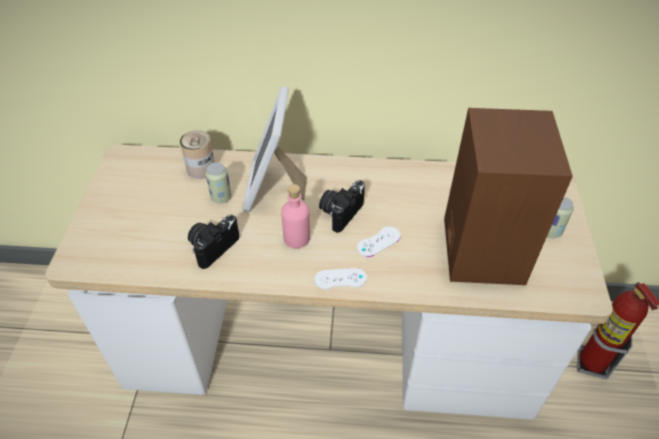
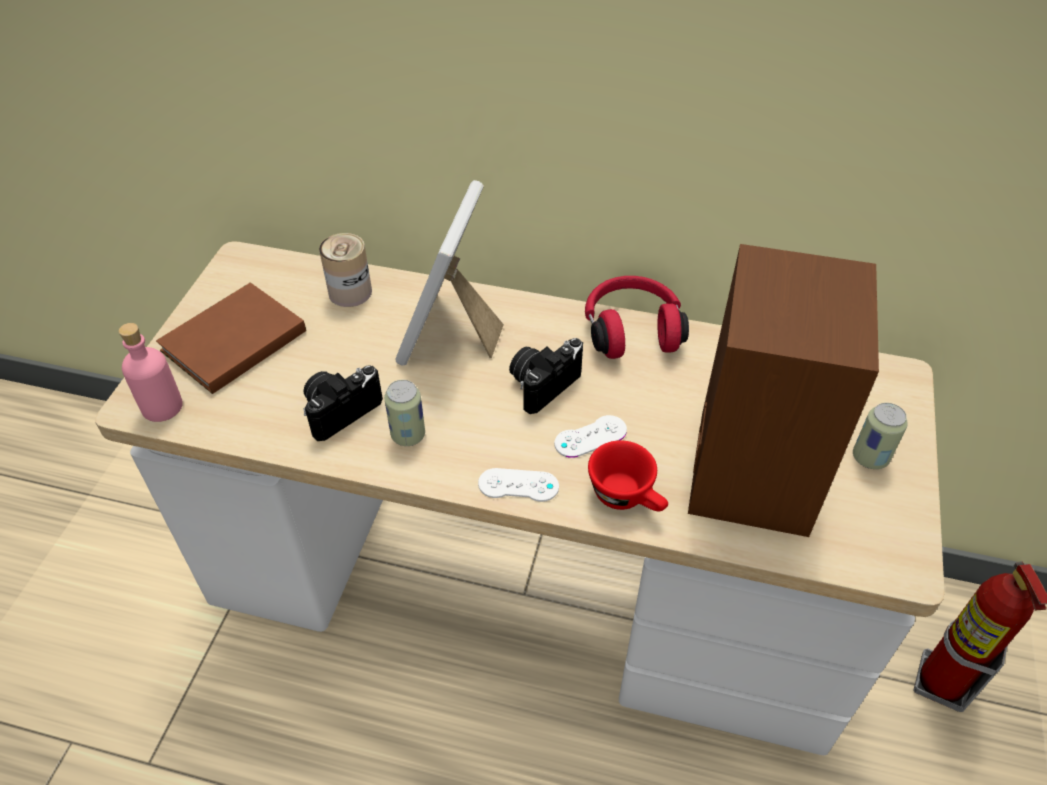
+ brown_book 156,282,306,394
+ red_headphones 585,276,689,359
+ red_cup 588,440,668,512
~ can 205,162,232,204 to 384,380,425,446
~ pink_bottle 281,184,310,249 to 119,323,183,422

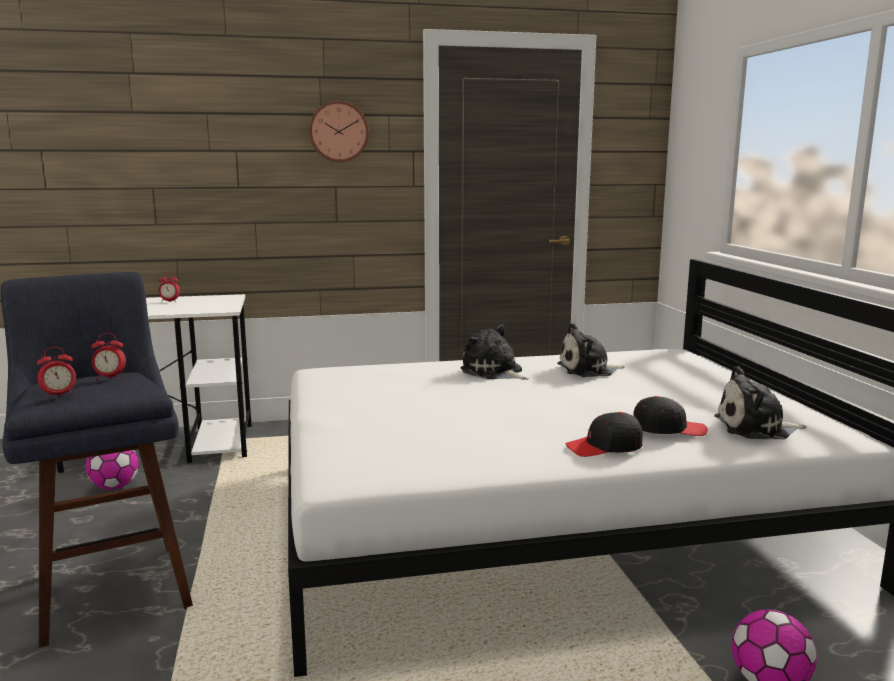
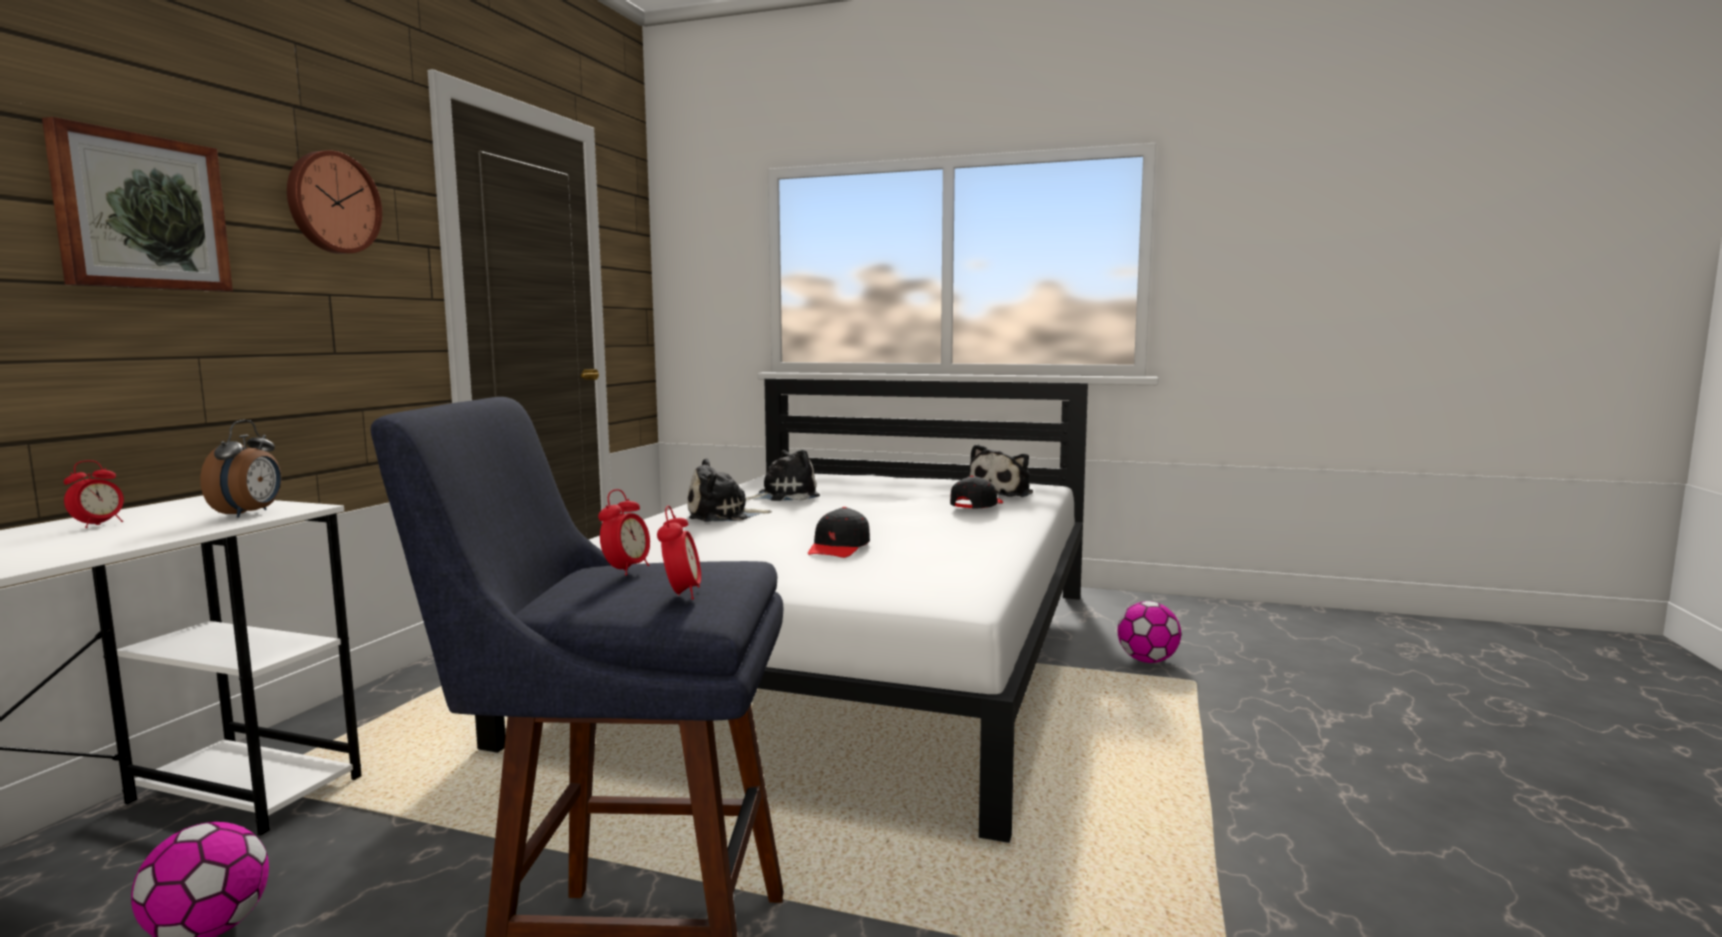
+ picture 42,117,233,291
+ alarm_clock 200,420,281,518
~ black_cap 566,412,643,457 to 808,507,870,558
~ plush_toy 557,323,625,377 = 746,450,820,501 135 degrees counterclockwise

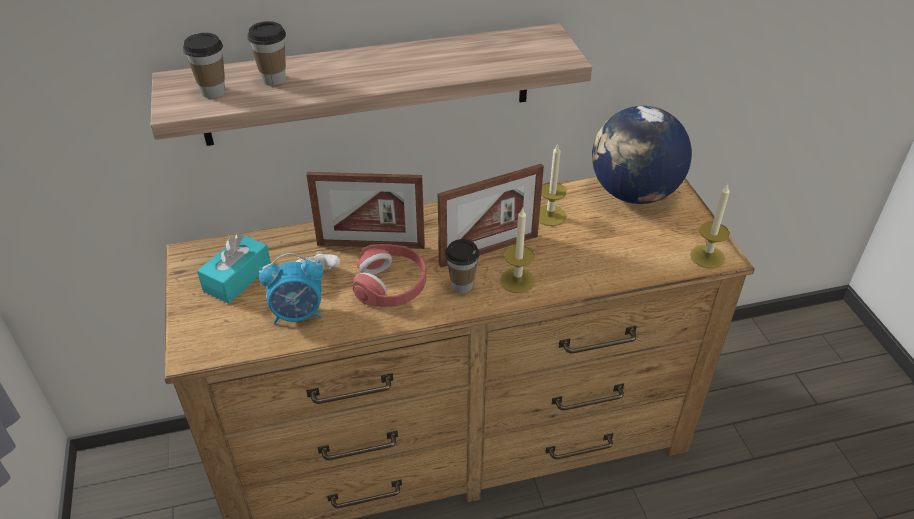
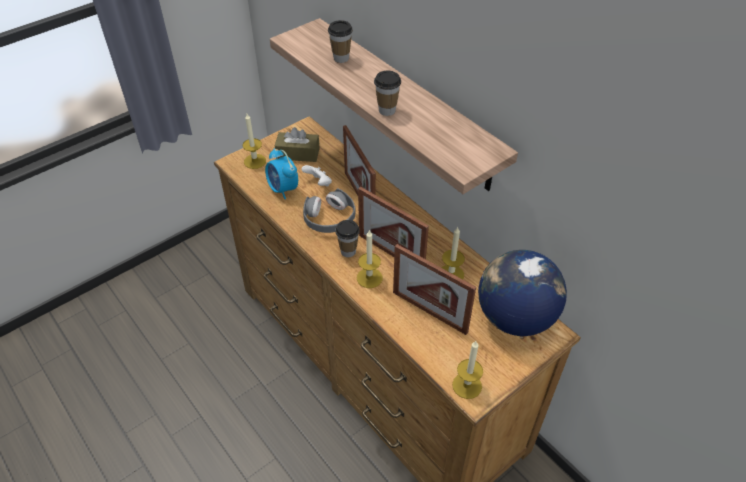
+ candle 243,114,266,169
+ picture_frame 393,244,476,335
~ cup 183,33,225,98 to 374,71,401,116
~ turquoise_tissue_box 197,233,271,303 to brown_tissue_box 275,127,320,162
~ red_headphones 352,244,426,307 to grey_headphones 303,188,356,233

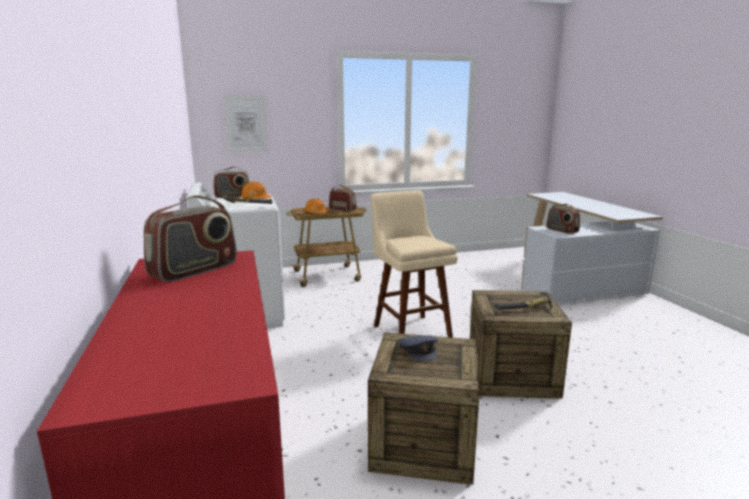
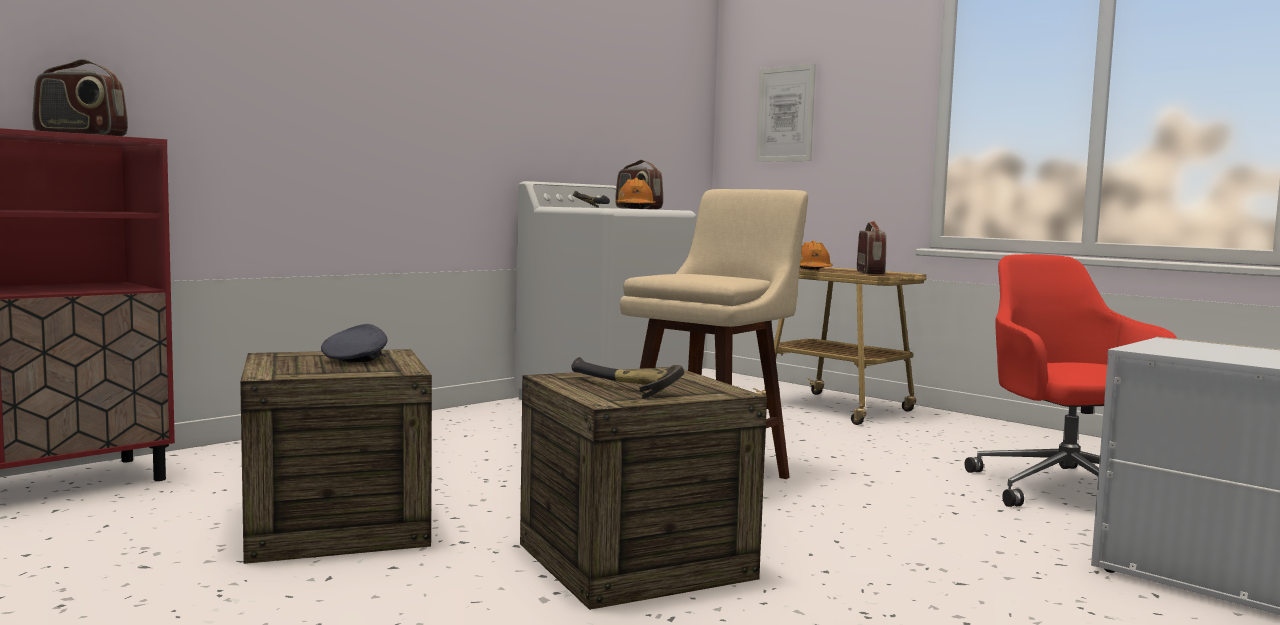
- radio 547,204,580,234
+ red_office_chair 965,254,1177,507
~ grey_cap 399,335,438,361 = 321,324,387,363 150 degrees clockwise

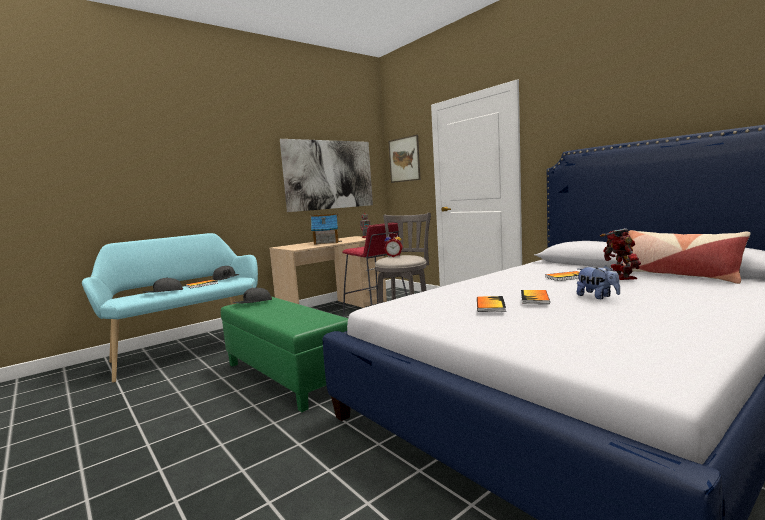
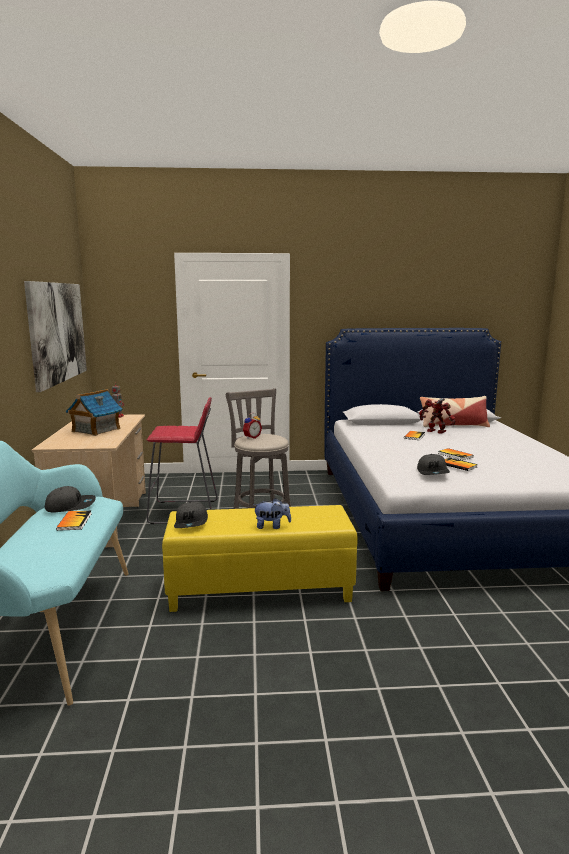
- picture 388,135,421,183
~ grey_cap 144,277,183,293 to 417,454,450,475
~ plush_toy 577,266,620,299 to 253,498,291,529
~ green_ottoman 221,296,348,412 to yellow_ottoman 162,505,358,612

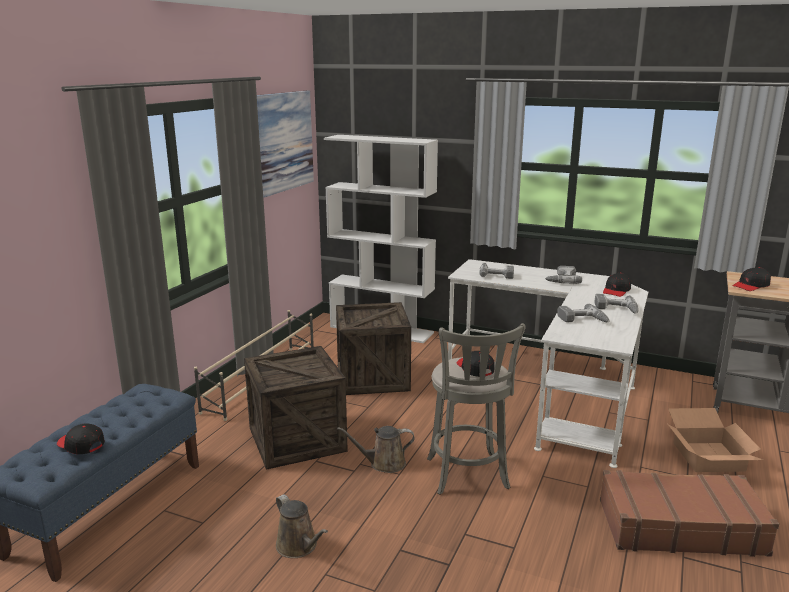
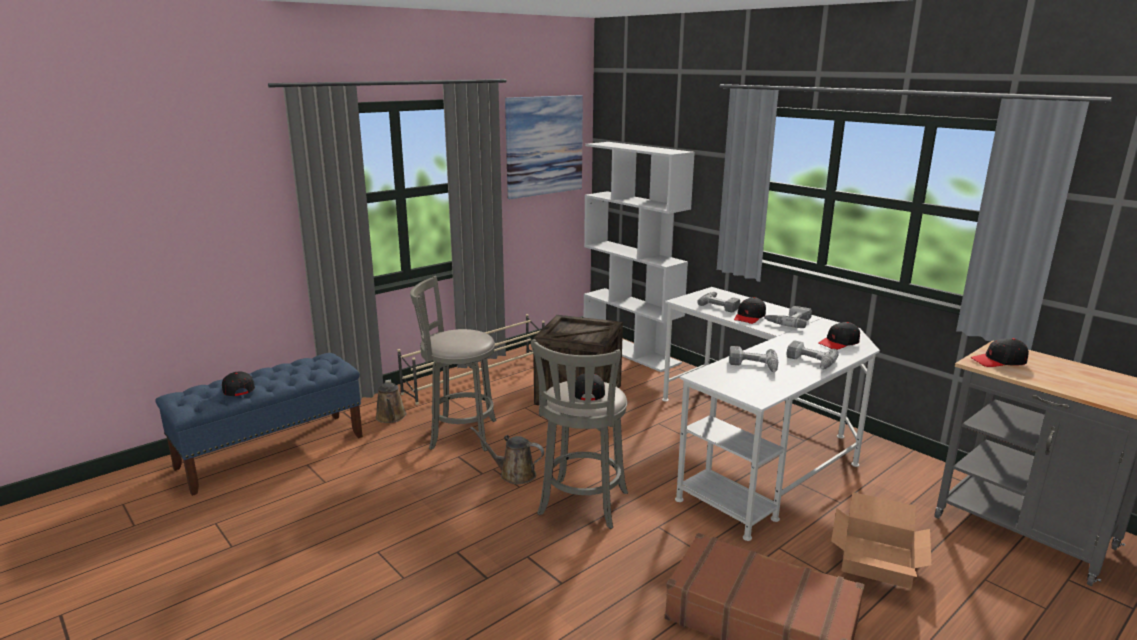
+ black_cap 734,297,766,324
~ brown_watering_can 276,494,328,558 to 375,379,407,423
~ crate 244,346,348,470 to grey_stool 410,276,497,451

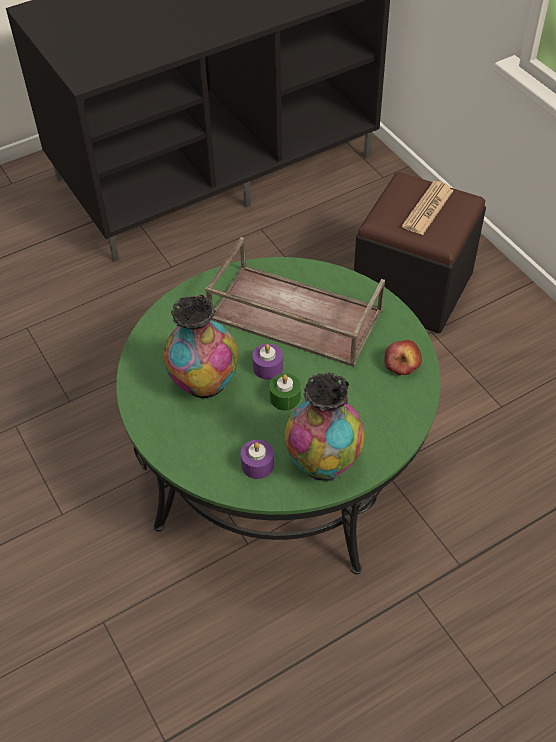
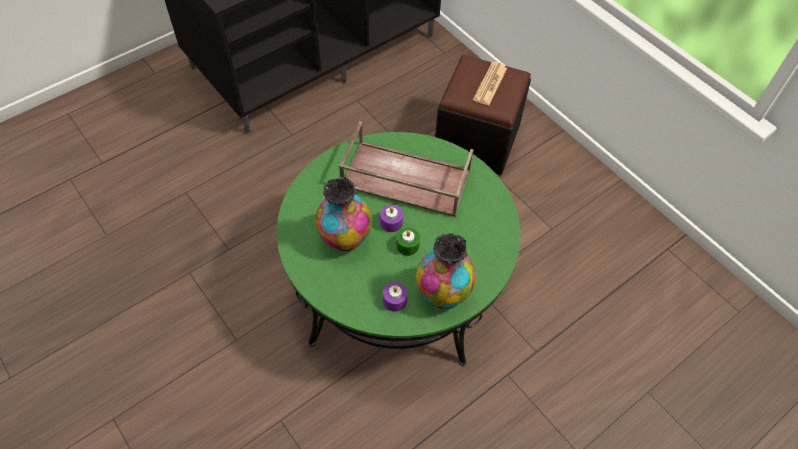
- apple 384,340,422,375

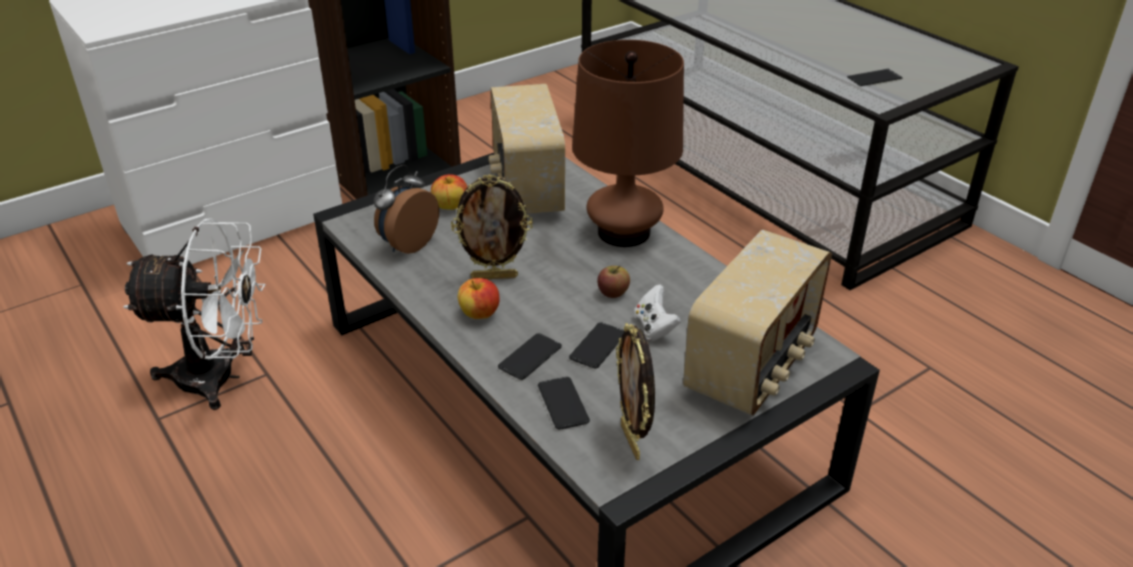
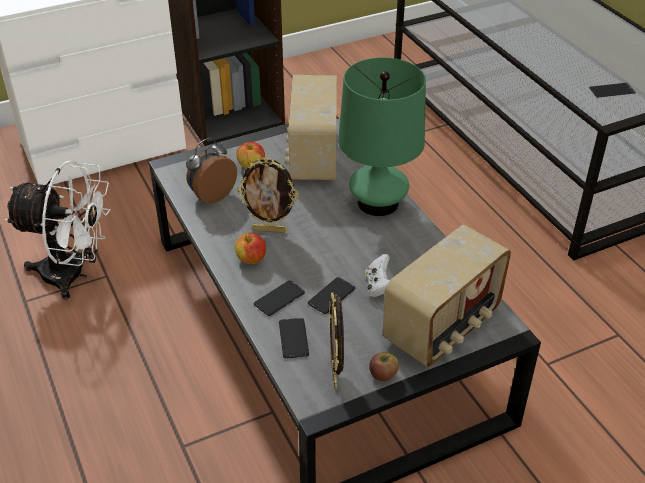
~ apple 597,266,630,298 to 369,352,399,381
~ brown_table_lamp 572,40,684,247 to green_table_lamp 338,58,426,216

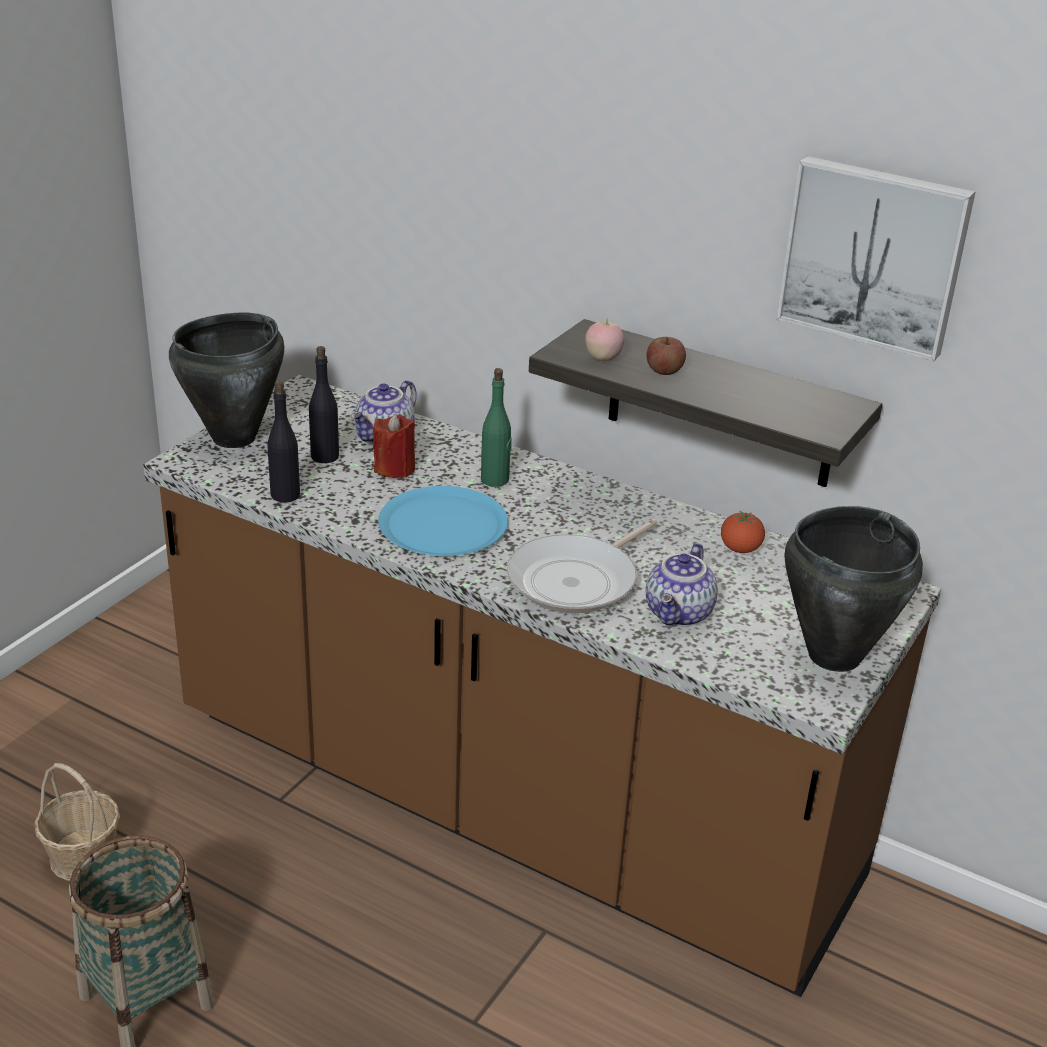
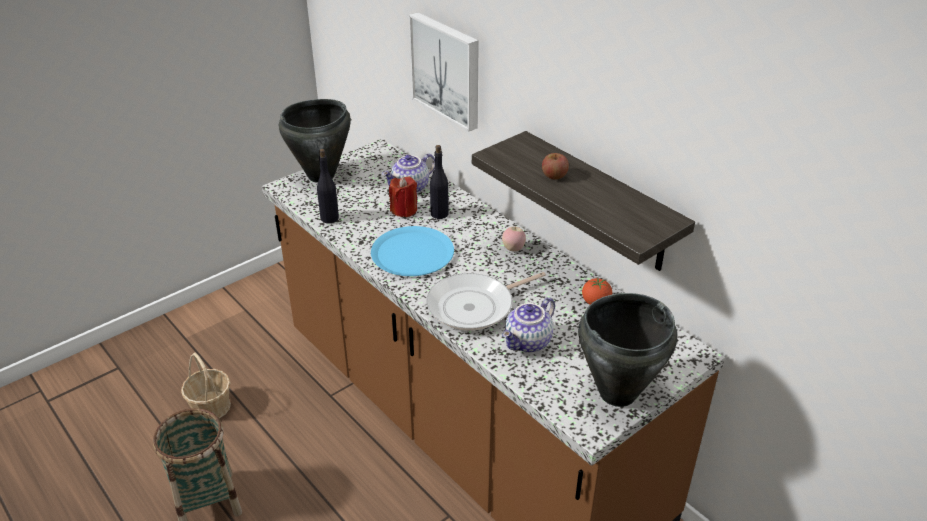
- green_bottle 481,368,512,487
~ black_bottle 309,346,339,463 to 430,145,449,219
~ apple 585,318,624,361 to 502,226,526,251
~ picture 776,156,976,361 to 409,12,479,131

